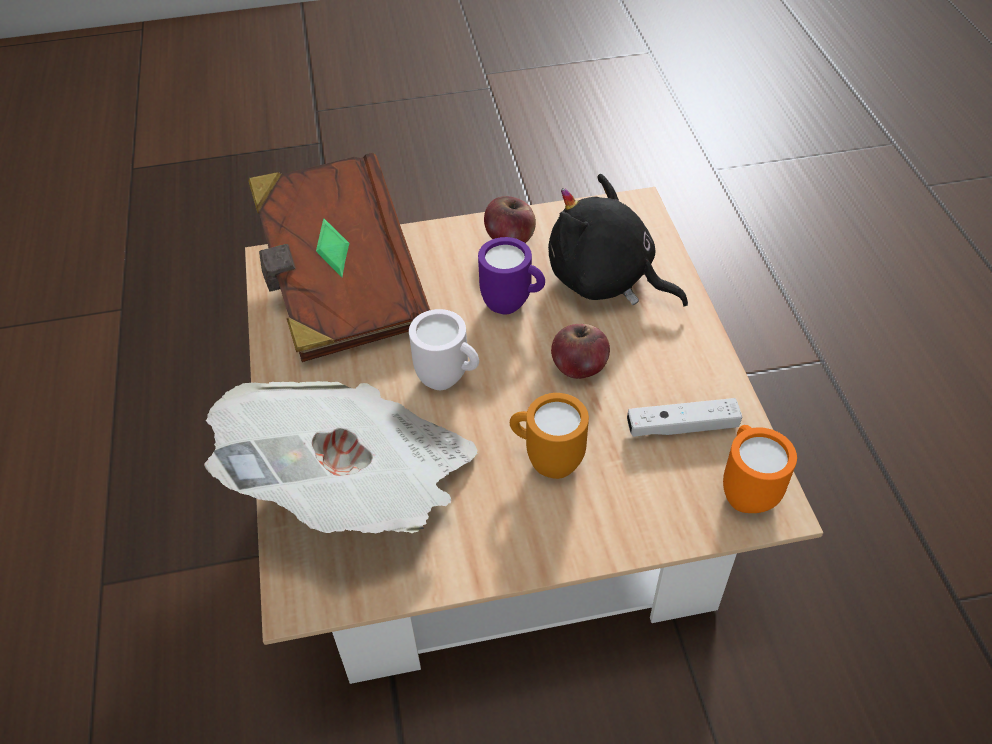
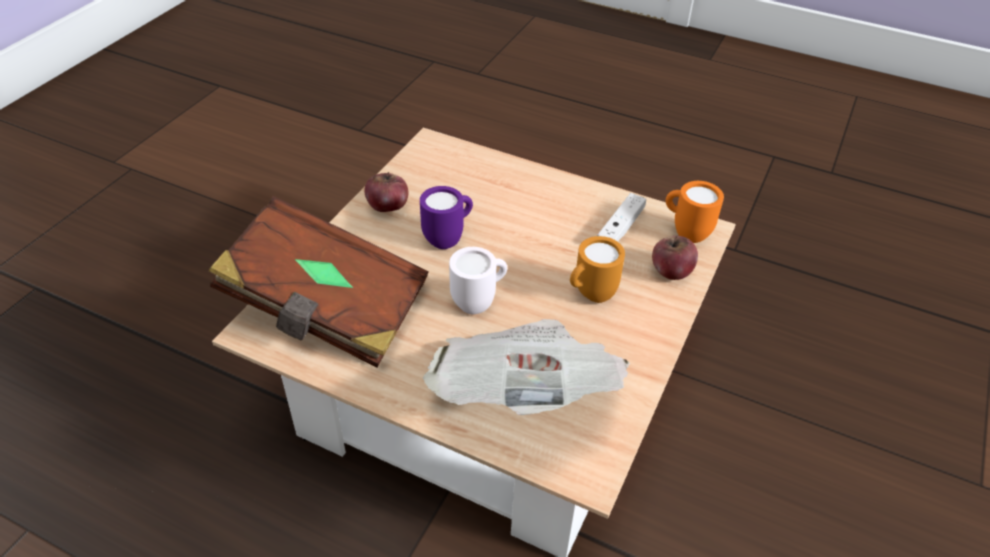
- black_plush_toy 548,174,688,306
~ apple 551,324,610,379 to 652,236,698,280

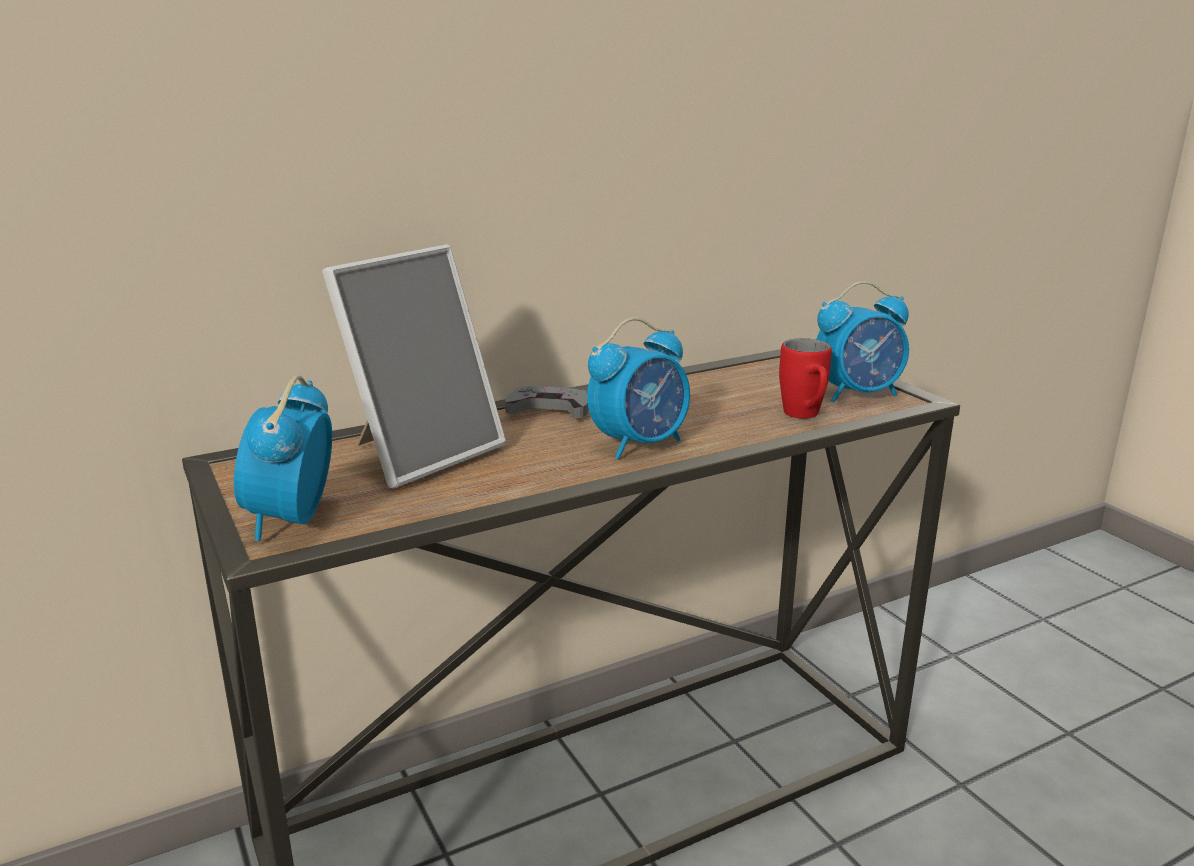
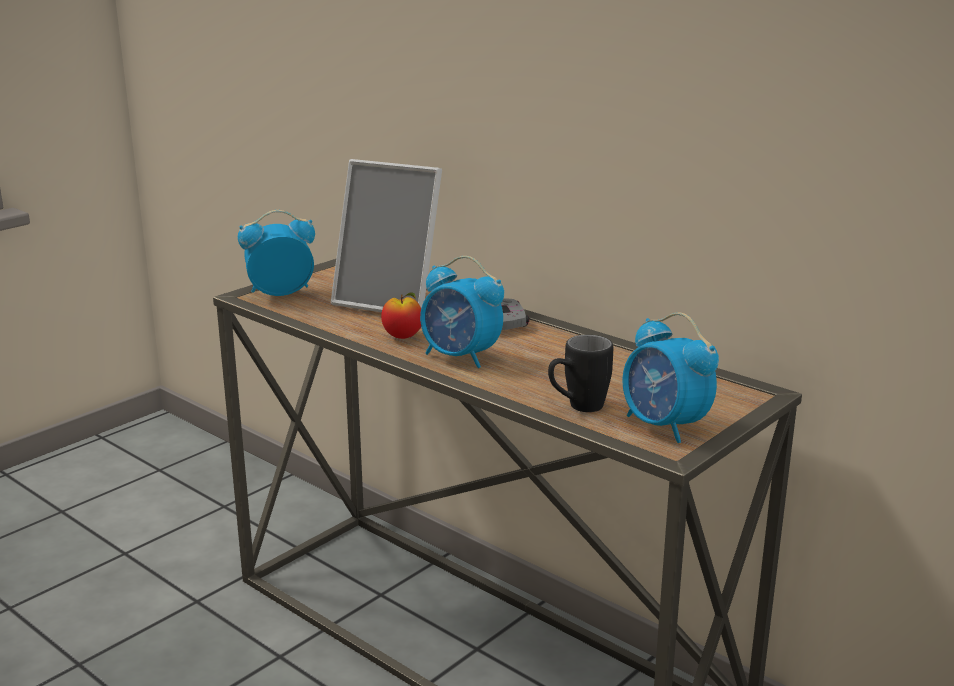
+ apple 381,292,421,339
~ red_mug 779,338,832,419 to black_mug 548,335,613,412

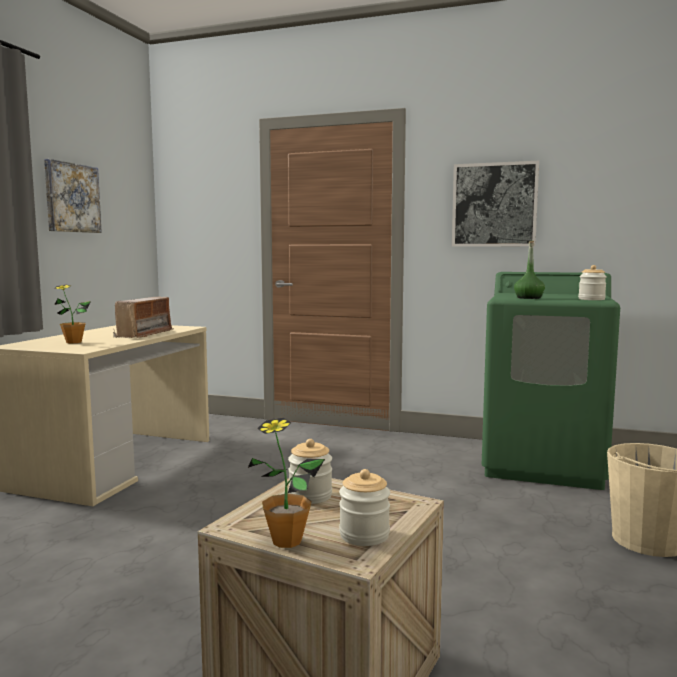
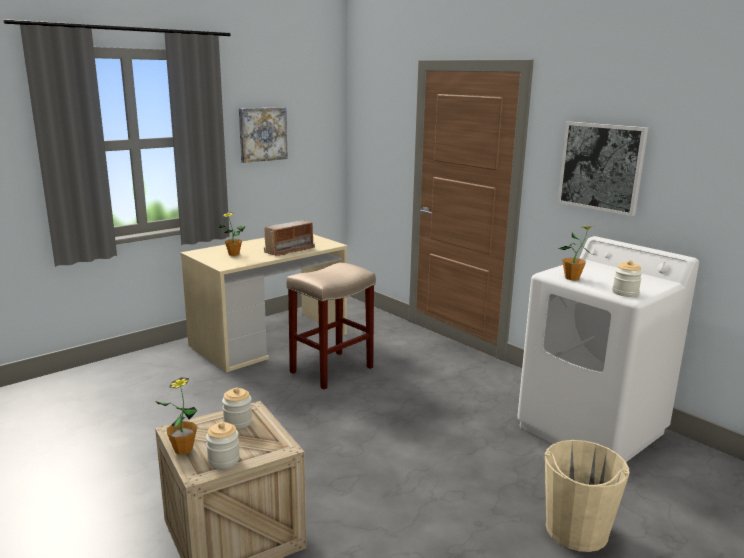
+ beige_stool 287,263,376,389
~ green_bottle 514,241,545,299 to potted_plant 558,226,595,281
~ green_washing_machine 482,272,620,490 to white_washing_machine 517,236,699,462

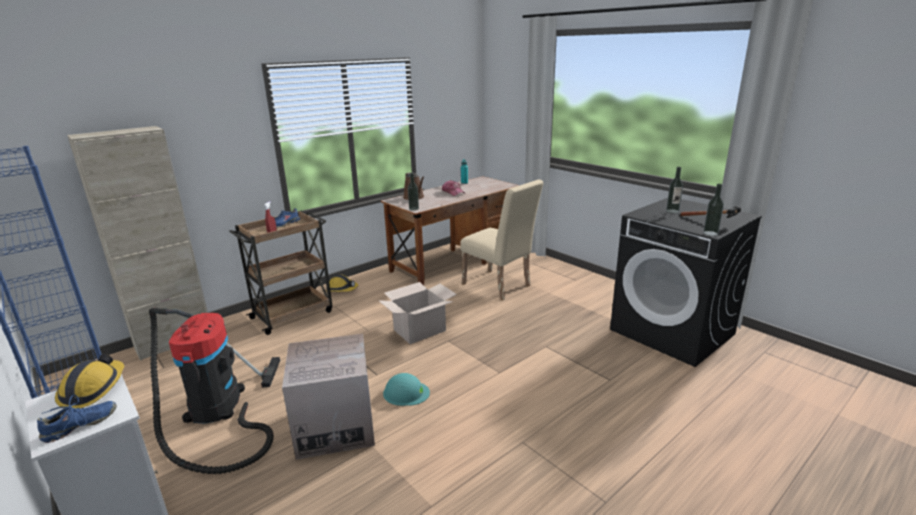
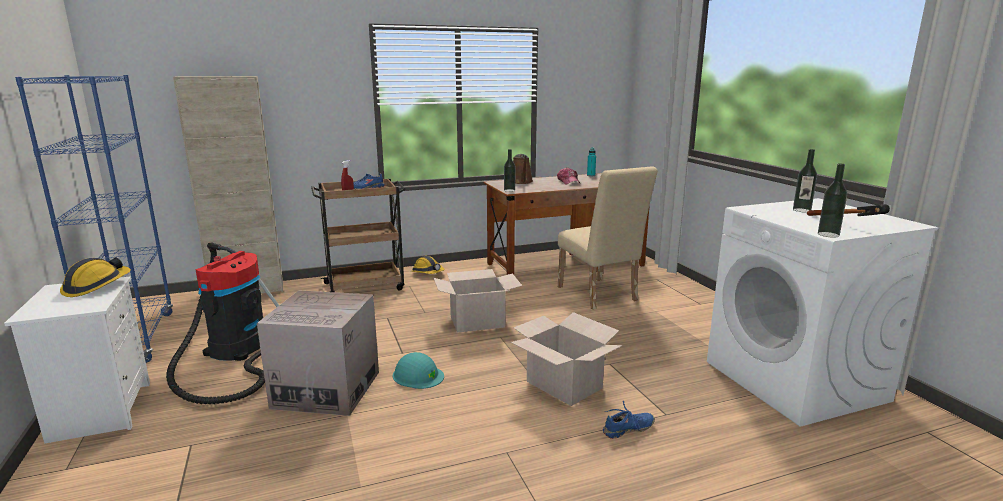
+ cardboard_box 511,312,622,406
~ blue_shoe 37,395,117,443 to 603,401,655,439
~ black_washing_machine 610,198,762,367 to white_washing_machine 707,198,938,427

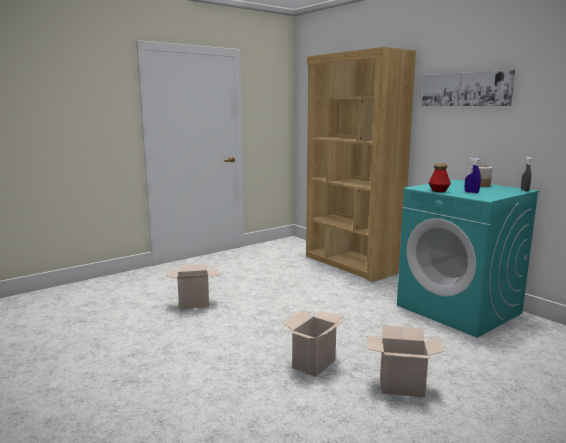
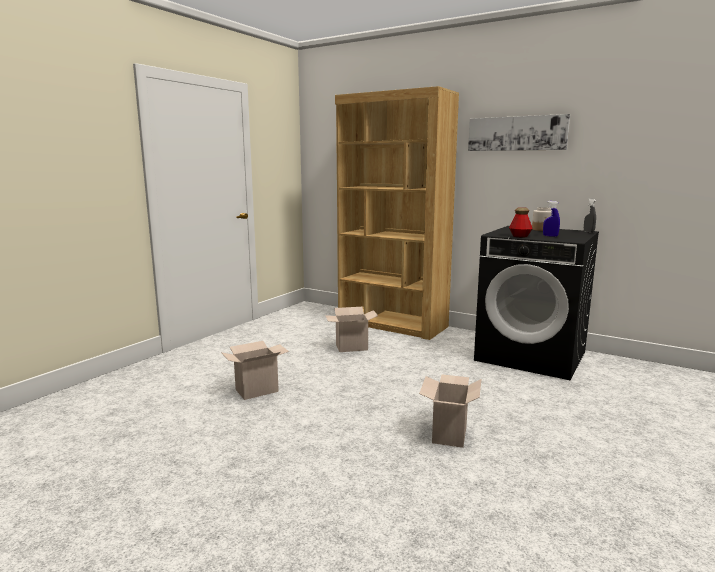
~ cardboard_box 367,325,444,397 to 325,307,378,352
~ turquoise_washing_machine 397,180,539,338 to black_washing_machine 474,226,599,381

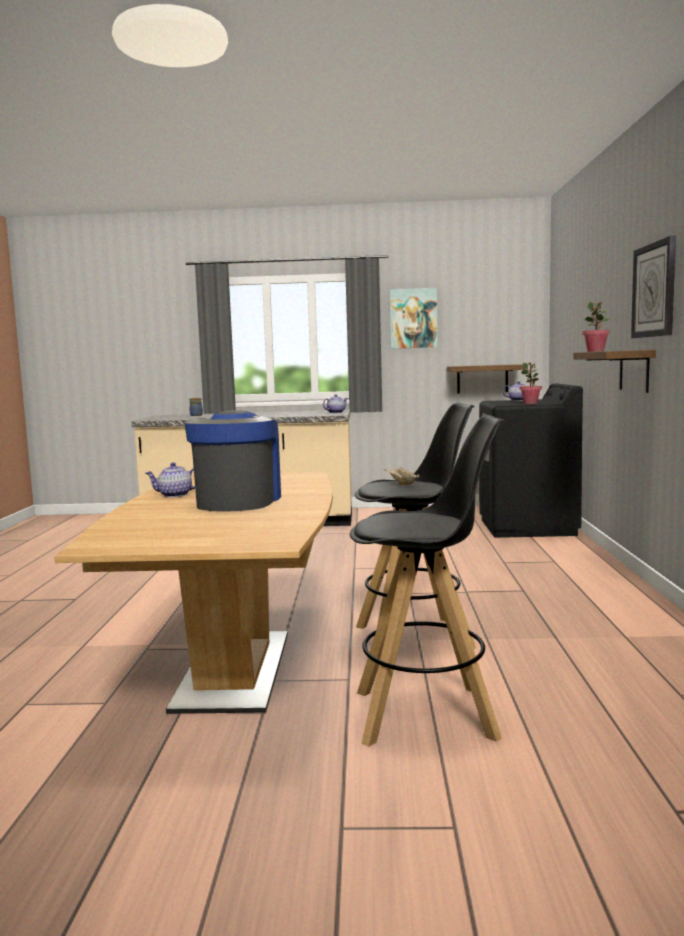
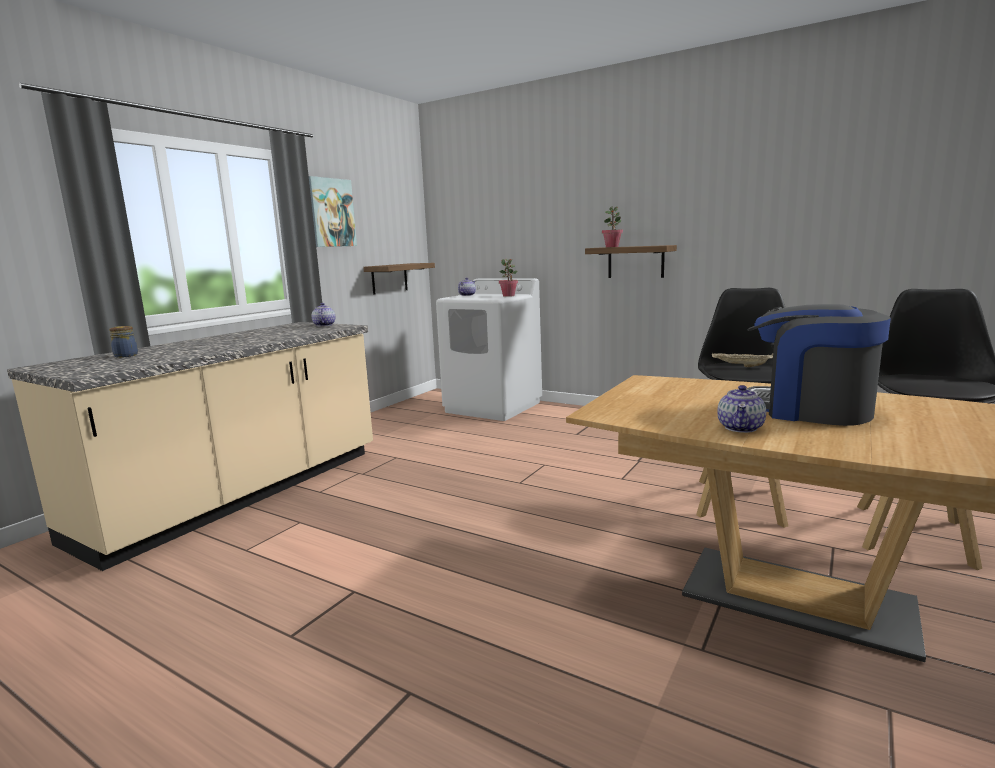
- wall_clock 631,236,676,338
~ black_washing_machine 479,384,583,538 to white_washing_machine 436,278,542,421

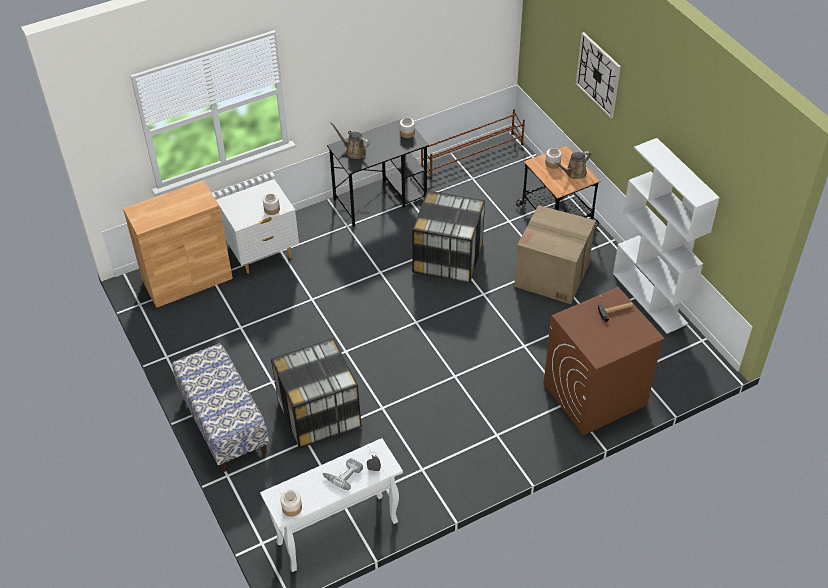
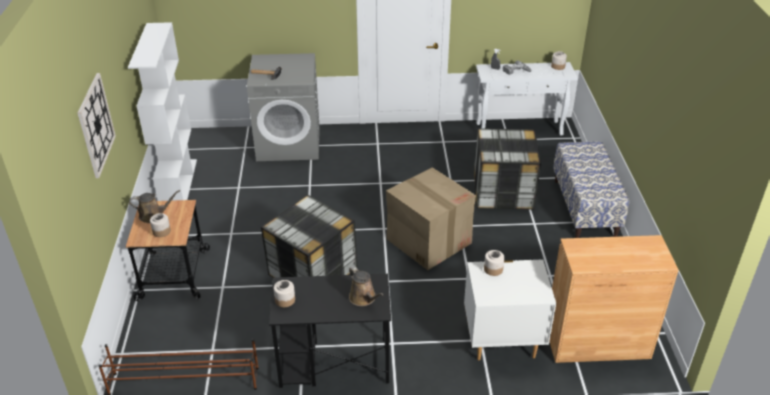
~ cardboard_box 514,205,596,304 to 386,167,476,270
~ brown_washing_machine 544,287,665,435 to grey_washing_machine 247,53,320,161

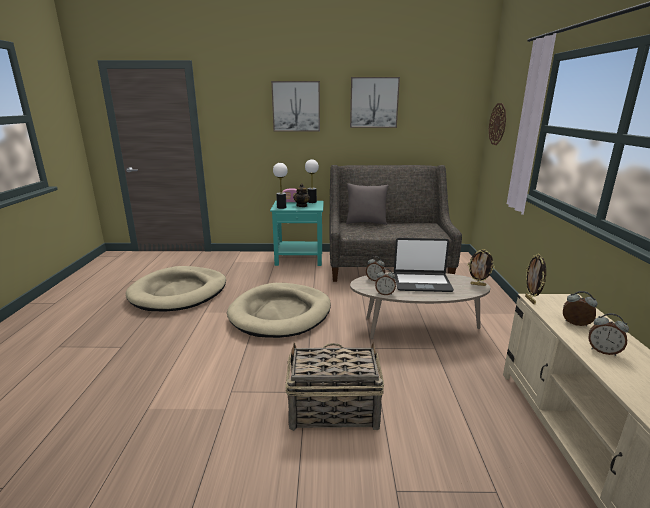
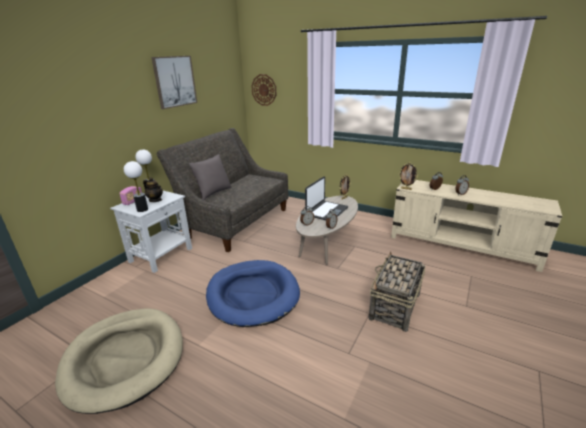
- picture 271,81,320,132
~ beige_dog_bed 227,283,331,338 to blue_dog_bed 206,260,300,327
~ turquoise_side_table 270,201,324,266 to white_side_table 110,191,192,273

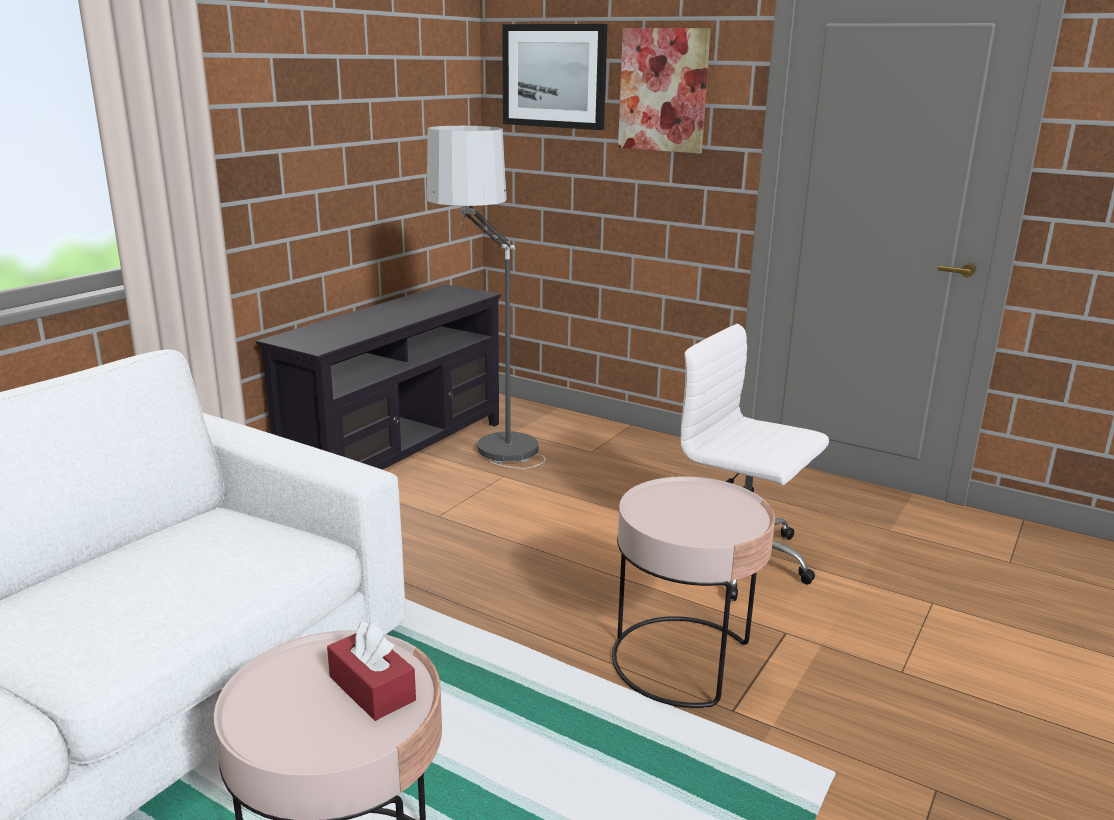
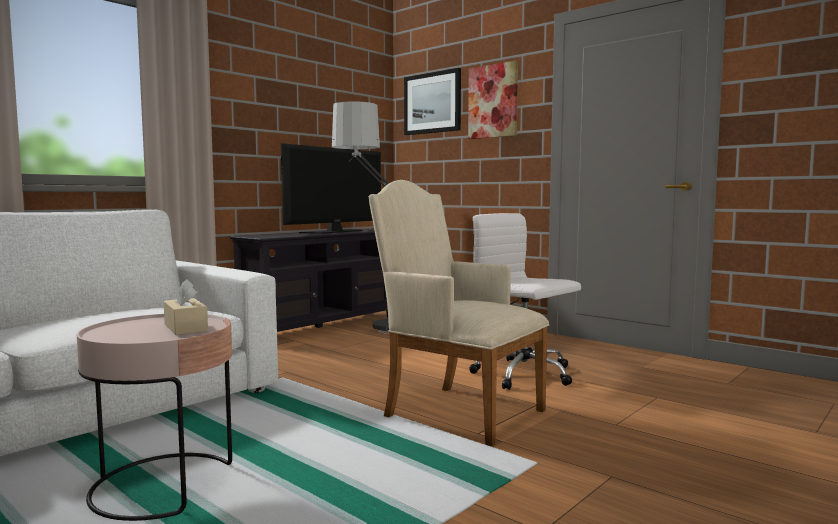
+ television 281,143,381,234
~ pink_side_table 612,476,775,708 to beige_armchair 369,180,549,447
~ red_tissue_box 327,622,416,721 to beige_tissue_box 164,279,208,335

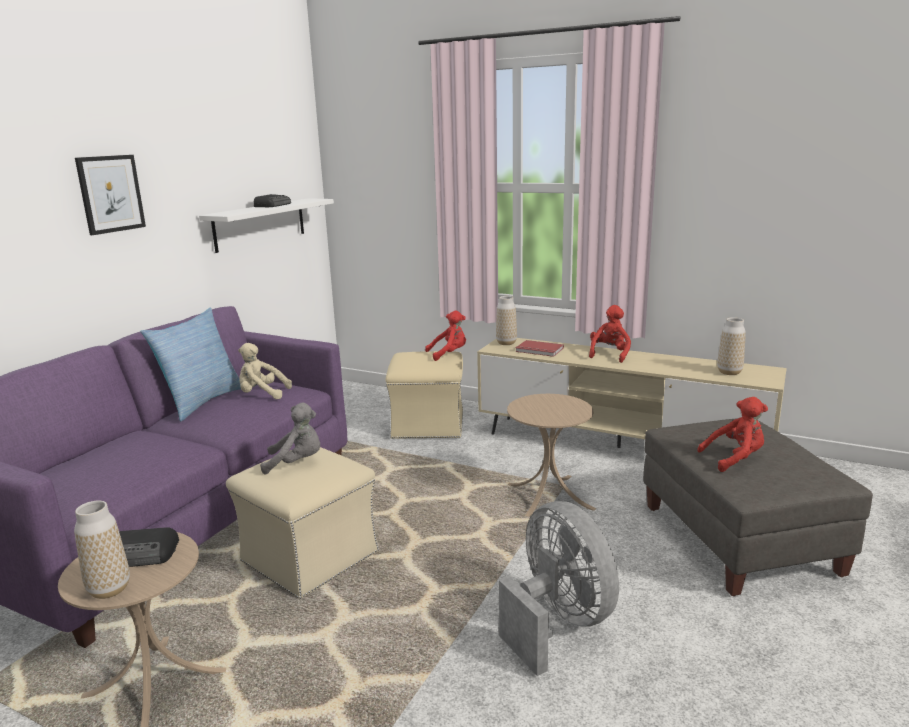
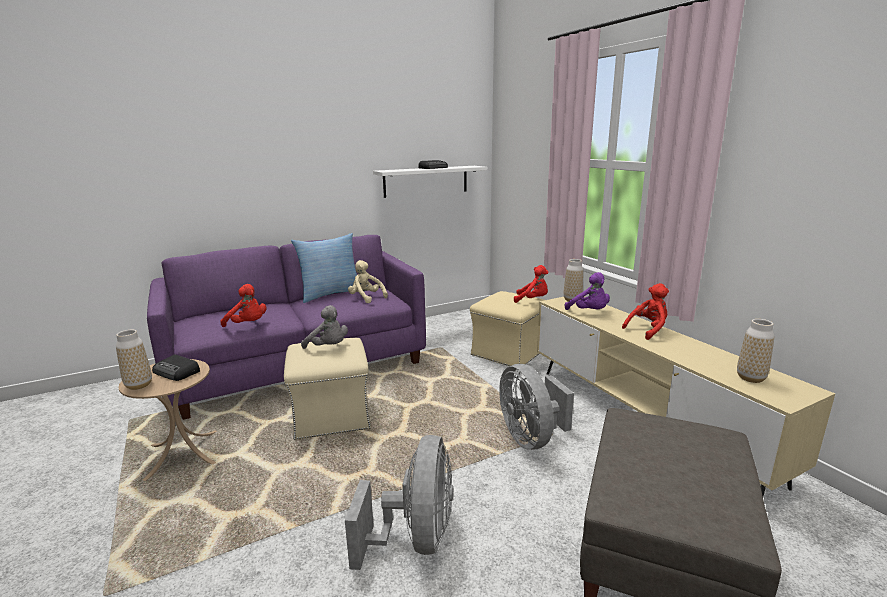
- picture 75,155,146,235
~ red_plush_toy 697,397,768,472 to 220,284,267,327
~ beige_side_table 507,394,596,517 to grey_fan 499,364,574,450
~ red_book 515,340,564,357 to purple_plush_toy 565,272,610,310

